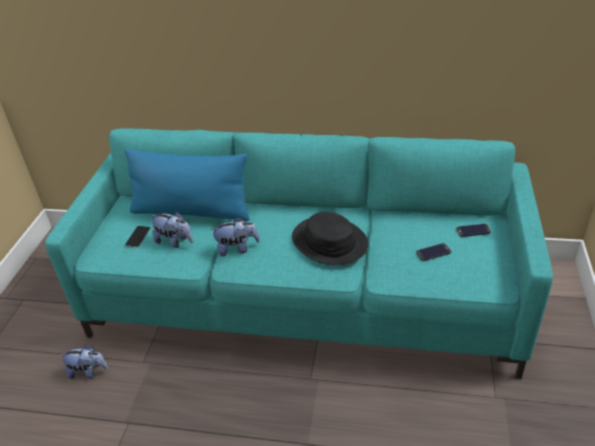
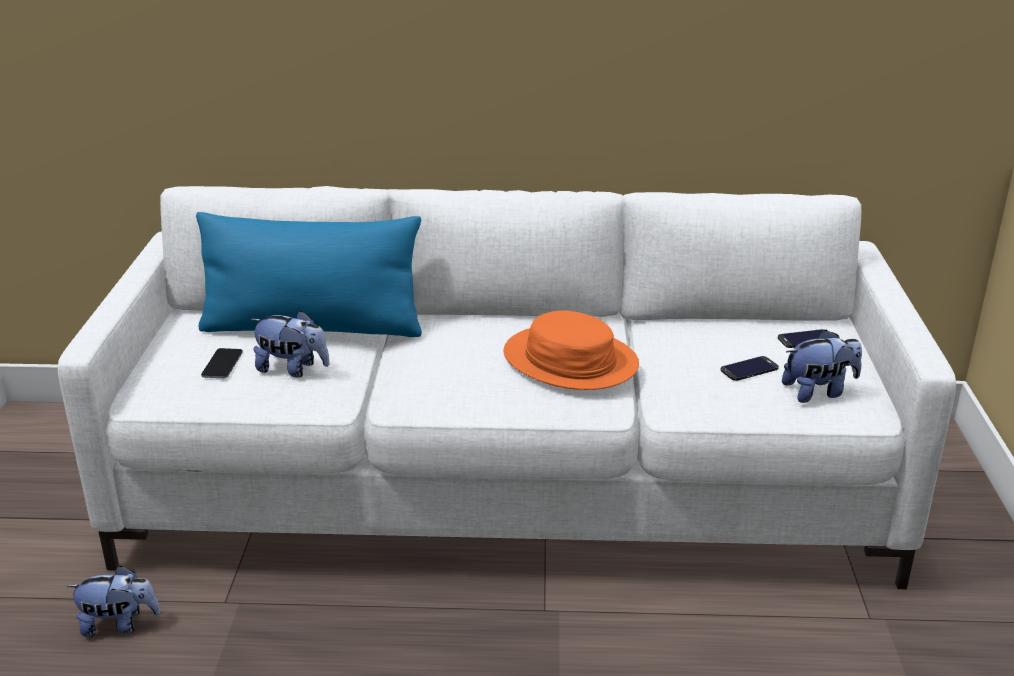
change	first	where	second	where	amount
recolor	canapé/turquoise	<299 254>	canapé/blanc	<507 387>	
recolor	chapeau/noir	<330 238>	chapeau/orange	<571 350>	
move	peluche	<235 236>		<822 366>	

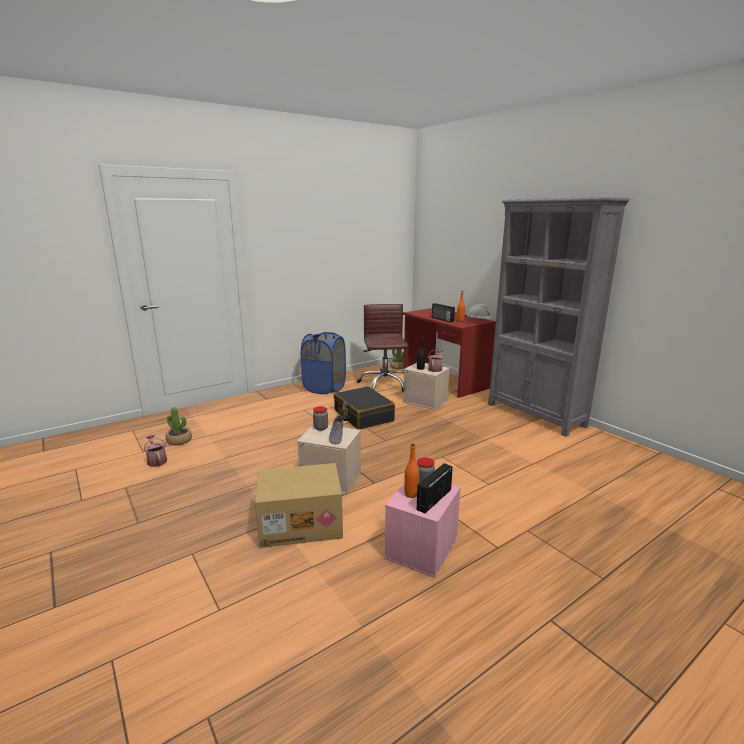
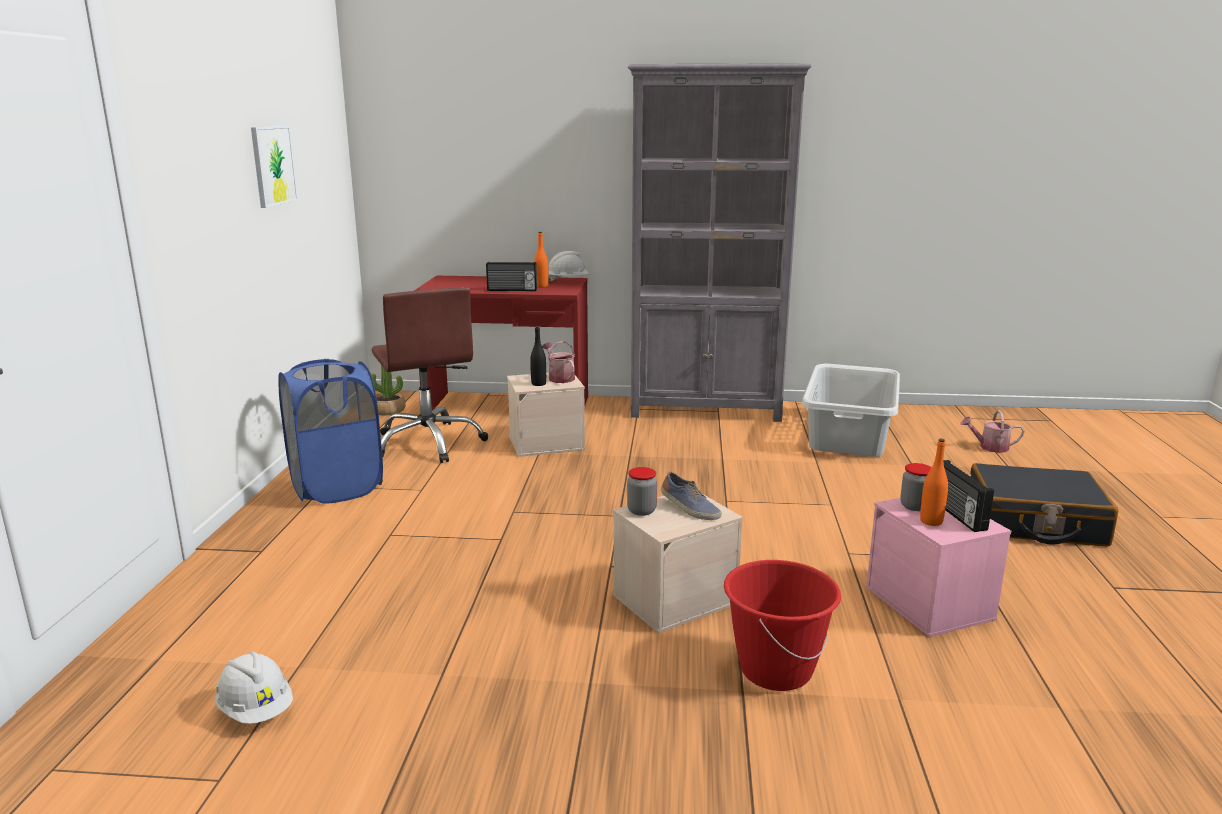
change	first	where	second	where	amount
replace	plante en pot	<179 426>	casque de chantier/blanc	<254 688>	
insert			tableau	<274 166>	
rotate	chaise de bureau/marron	<383 348>		<430 375>	150 degrees counterclockwise
replace	carton	<299 505>	seau/rouge	<782 625>	
insert			panier à linge/gris	<851 410>	
move	arrosoir	<155 451>		<992 431>	
move	valise/noir	<364 408>		<1044 505>	

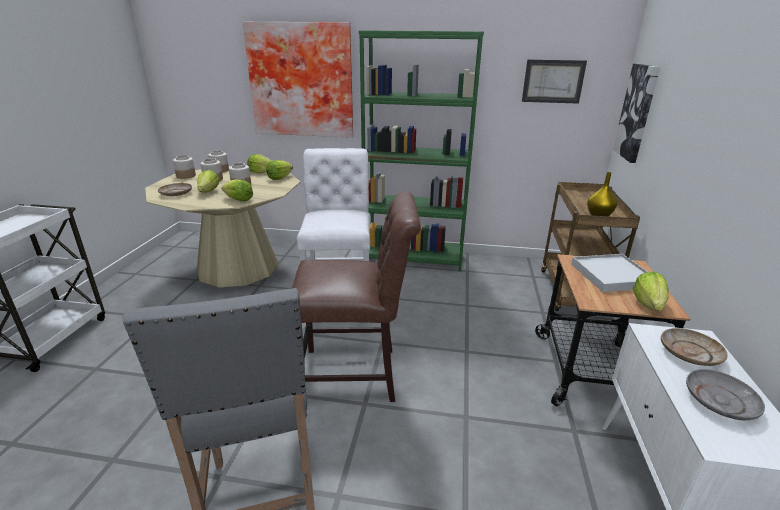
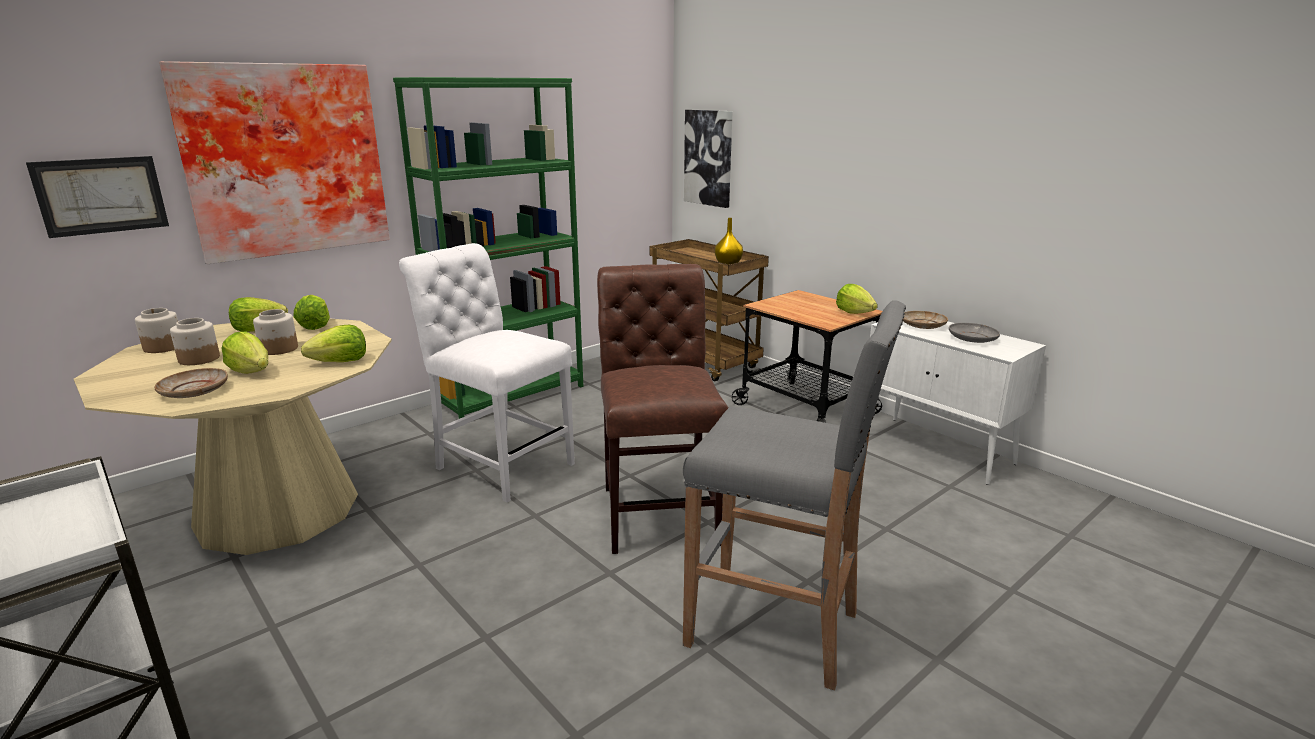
change	first	where	second	where	amount
move	tableau	<554 82>		<97 197>	
rotate	chaise/marron	<356 297>		<662 409>	45 degrees counterclockwise
delete	bocal	<184 167>			
delete	plateau/blanc	<609 273>			

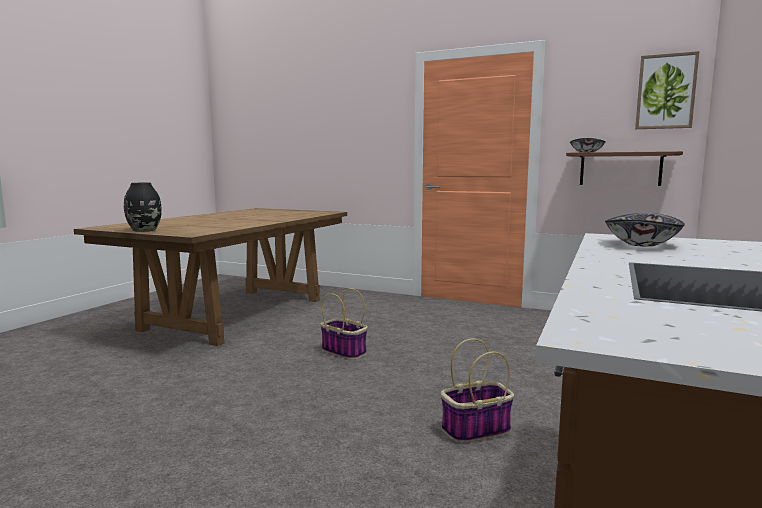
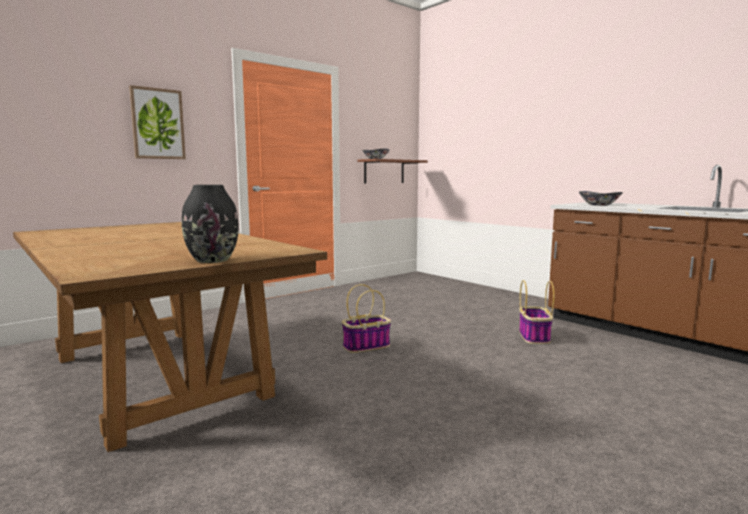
change	first	where	second	where	amount
move	tableau	<667 90>		<157 122>	

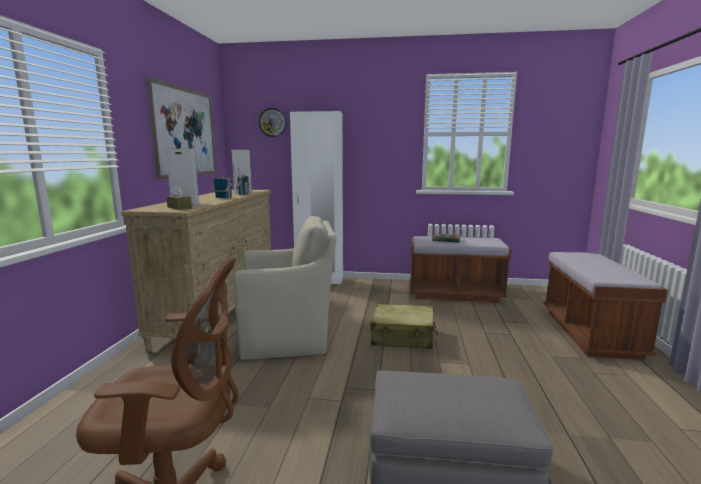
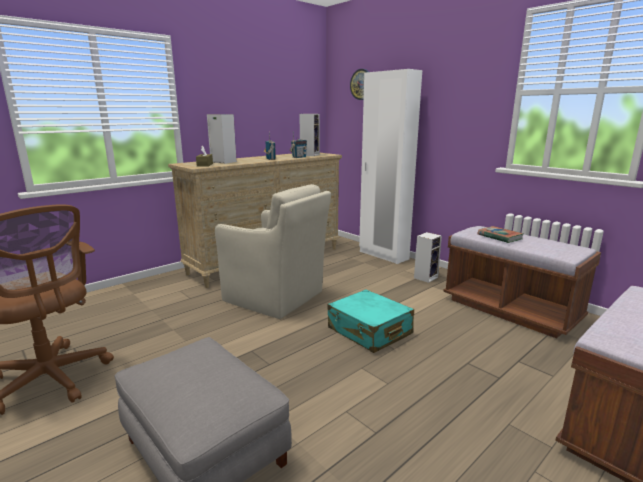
change	first	where	second	where	amount
recolor	valise/beige	<404 326>	valise/turquoise	<370 321>	
insert			enceinte	<428 257>	
delete	tableau	<181 128>			

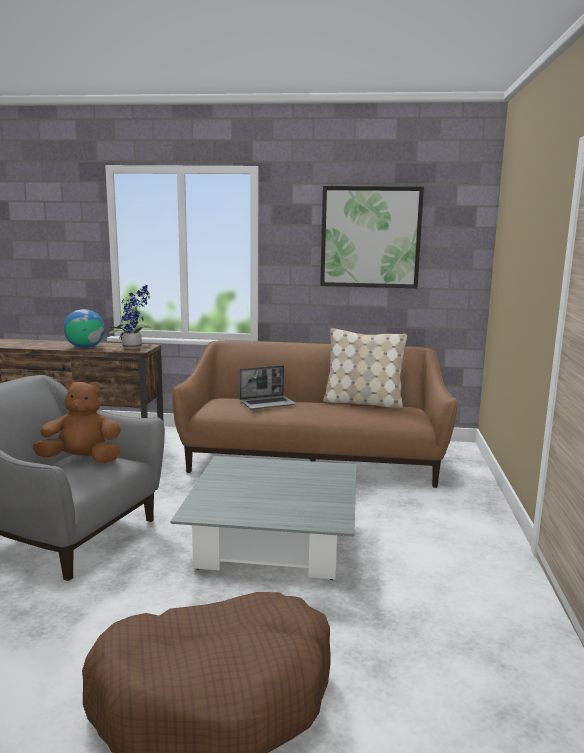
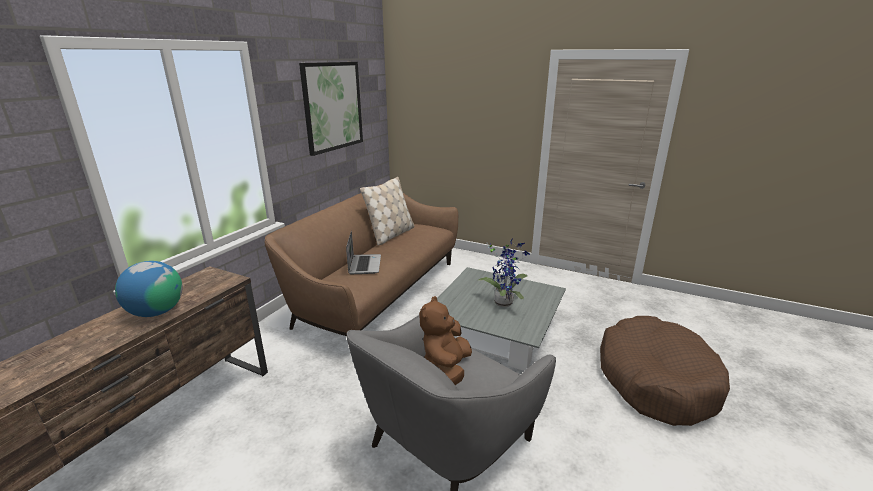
change	first	where	second	where	amount
move	plante en pot	<130 317>		<503 272>	

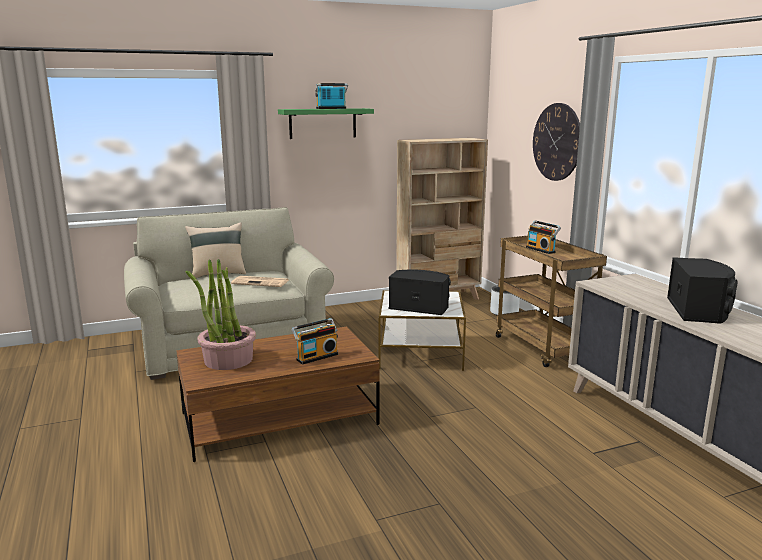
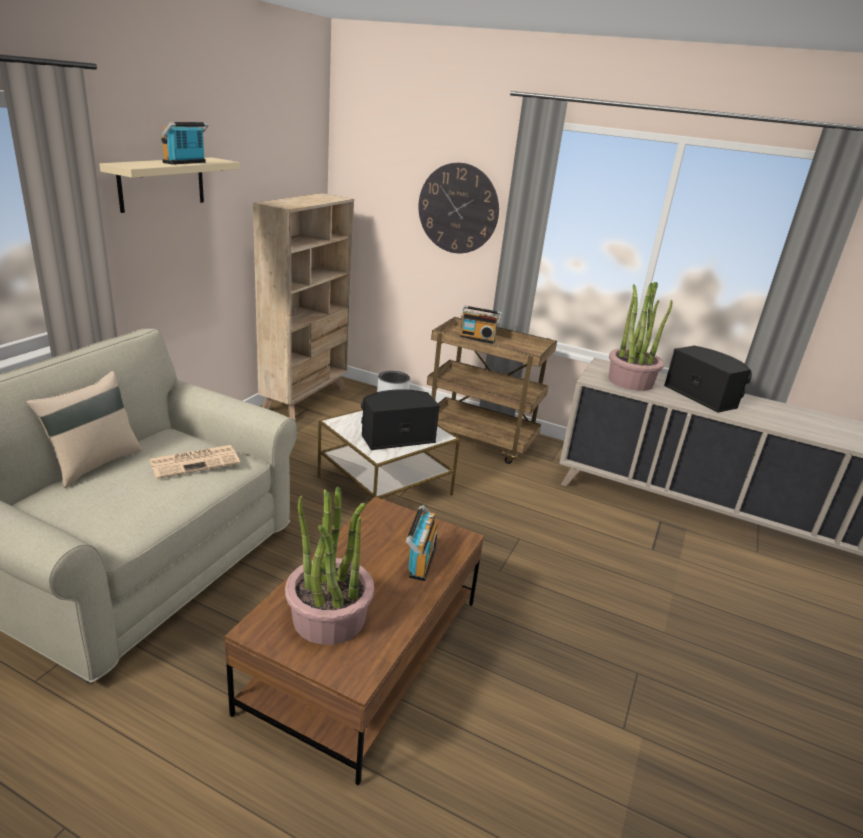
change	first	where	second	where	amount
recolor	étagère/vert	<326 123>	étagère/beige	<169 185>	
insert			plante en pot	<641 336>	

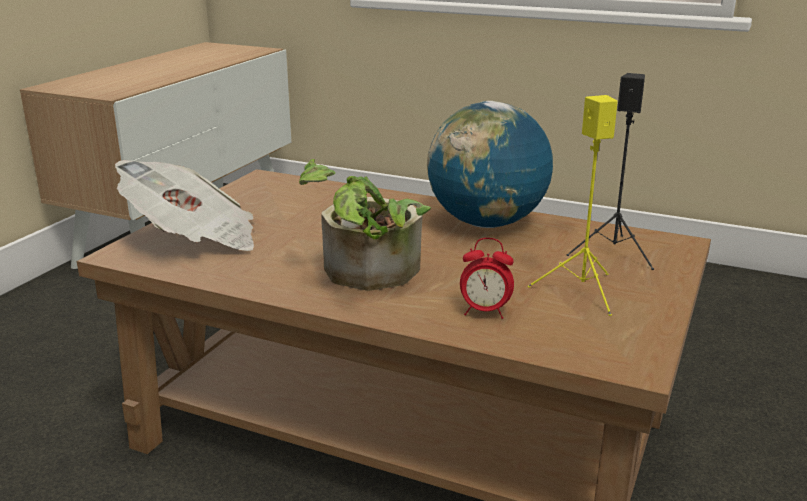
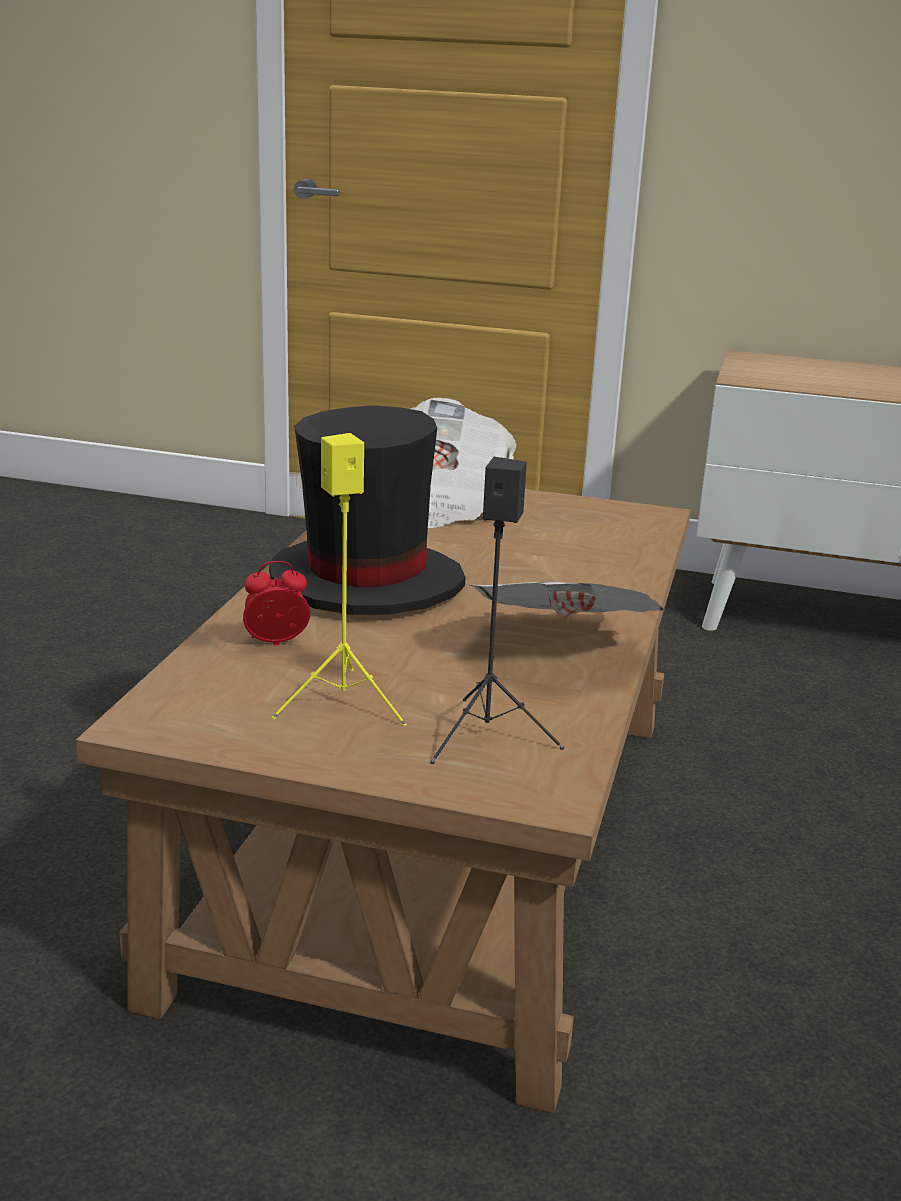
change	first	where	second	where	amount
rotate	réveil	<487 278>		<276 603>	75 degrees clockwise
replace	plante en pot	<365 225>	chapeau/noir	<367 510>	
replace	globe	<490 164>	journal	<567 600>	

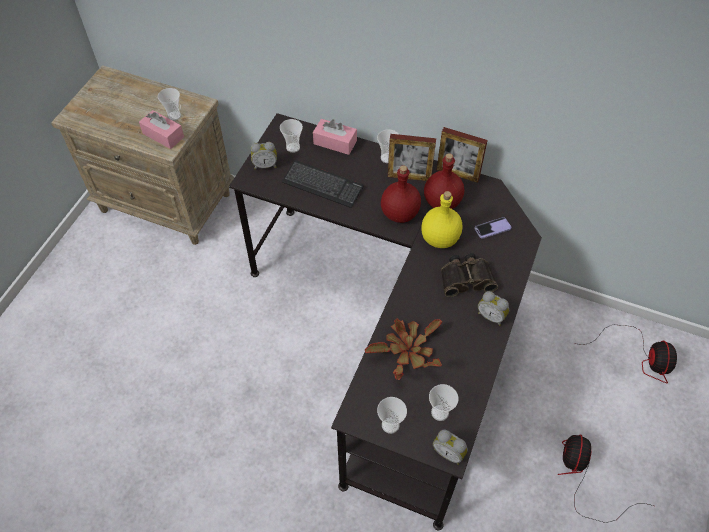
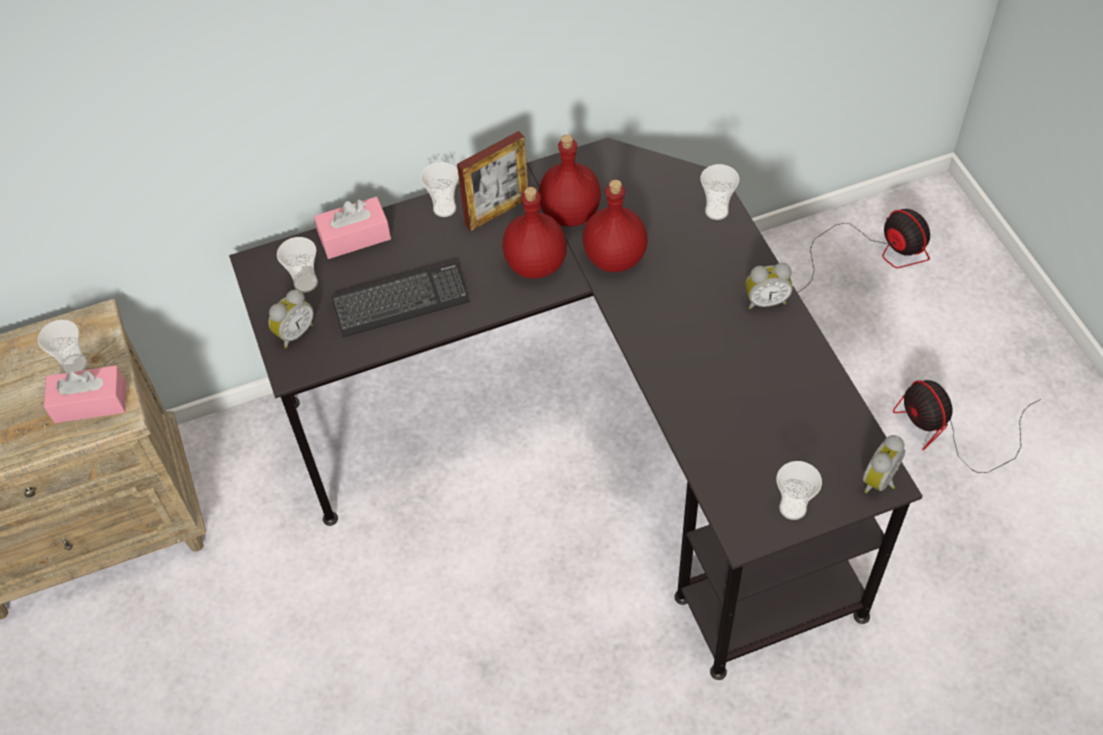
change	first	where	second	where	amount
recolor	bouteille/jaune	<441 219>	bouteille/rouge	<615 226>	
move	tasse	<443 402>		<719 192>	
rotate	réveil	<450 447>		<884 464>	135 degrees clockwise
delete	plante en pot	<403 349>			
delete	cadre photo	<462 155>			
delete	jumelles	<469 275>			
delete	téléphone	<493 228>			

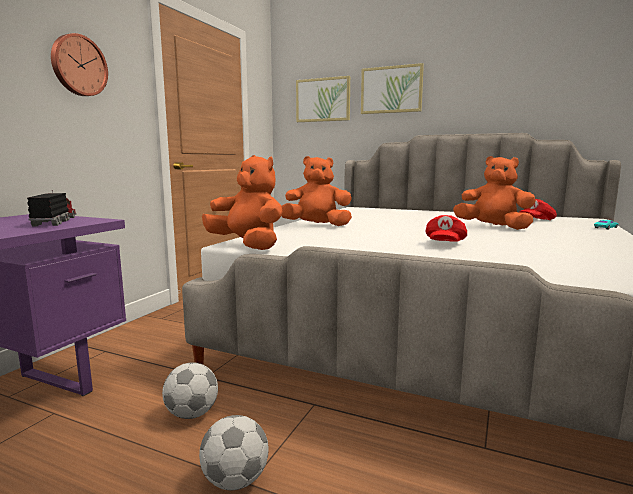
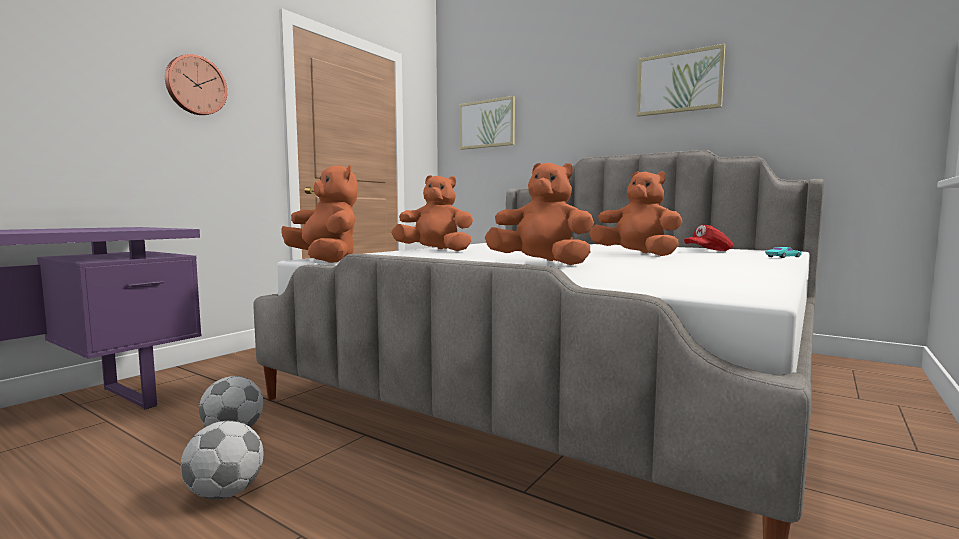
change	first	where	second	where	amount
replace	casquette/rouge	<446 228>	peluche/orange	<539 214>	
move	tableau	<392 88>		<681 80>	
delete	camion jouet	<52 208>			

